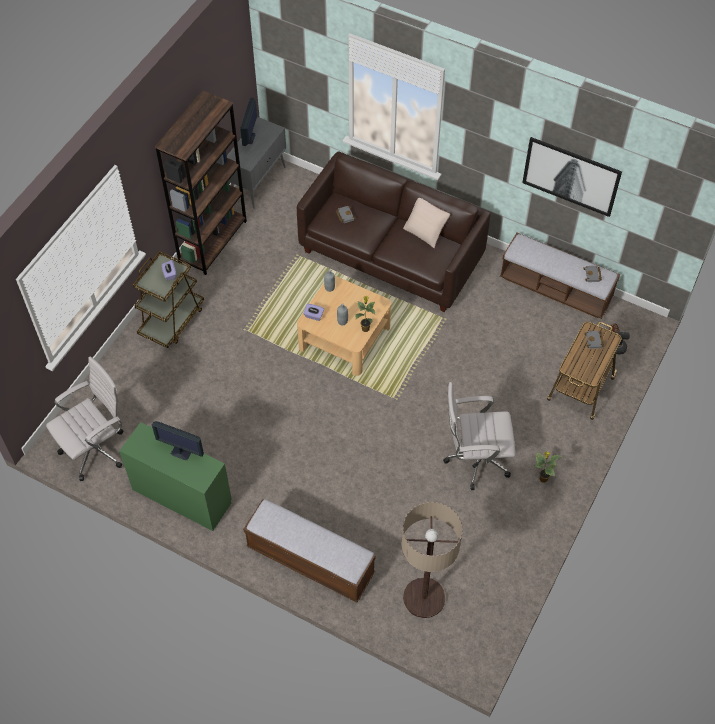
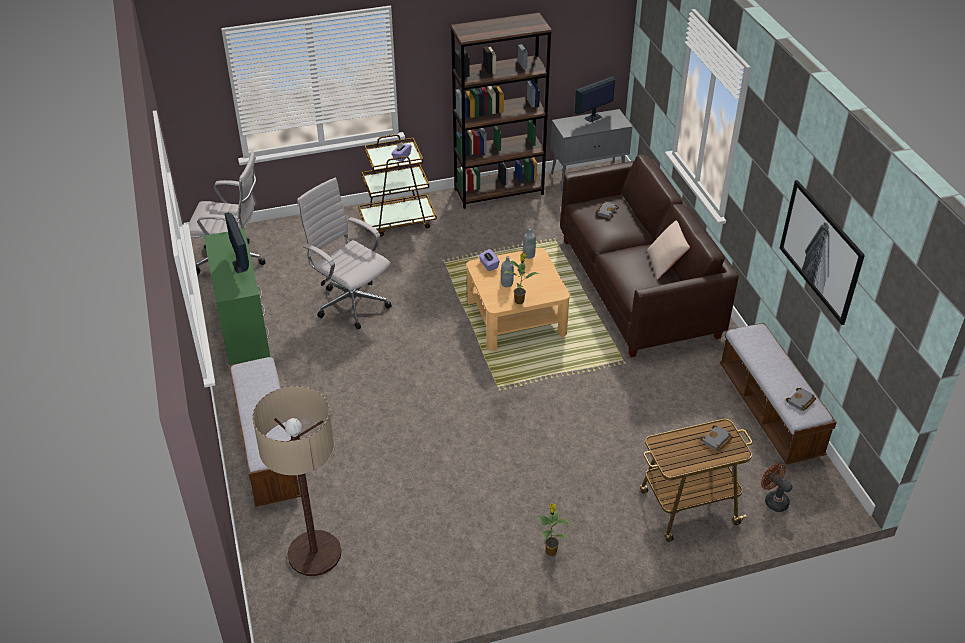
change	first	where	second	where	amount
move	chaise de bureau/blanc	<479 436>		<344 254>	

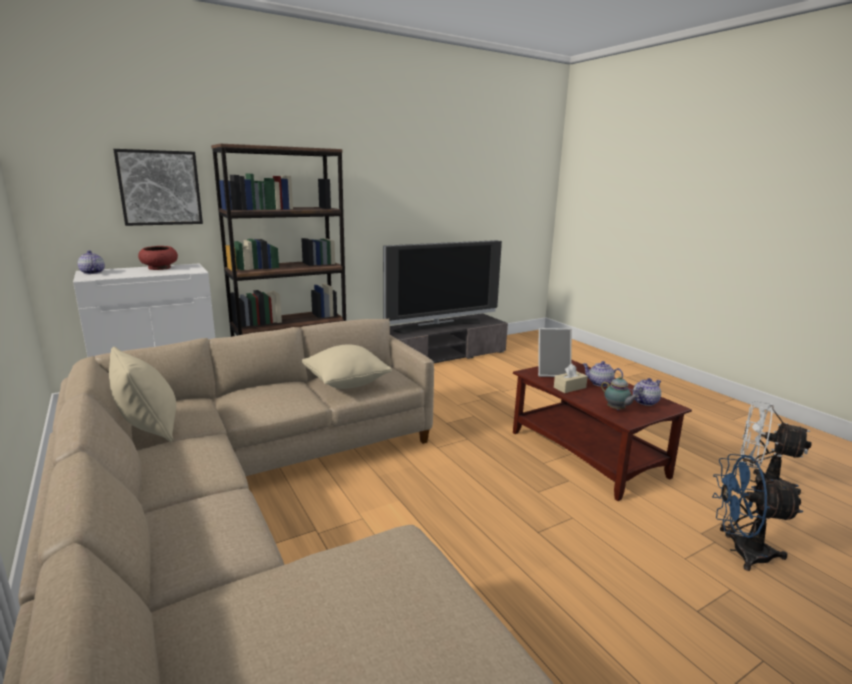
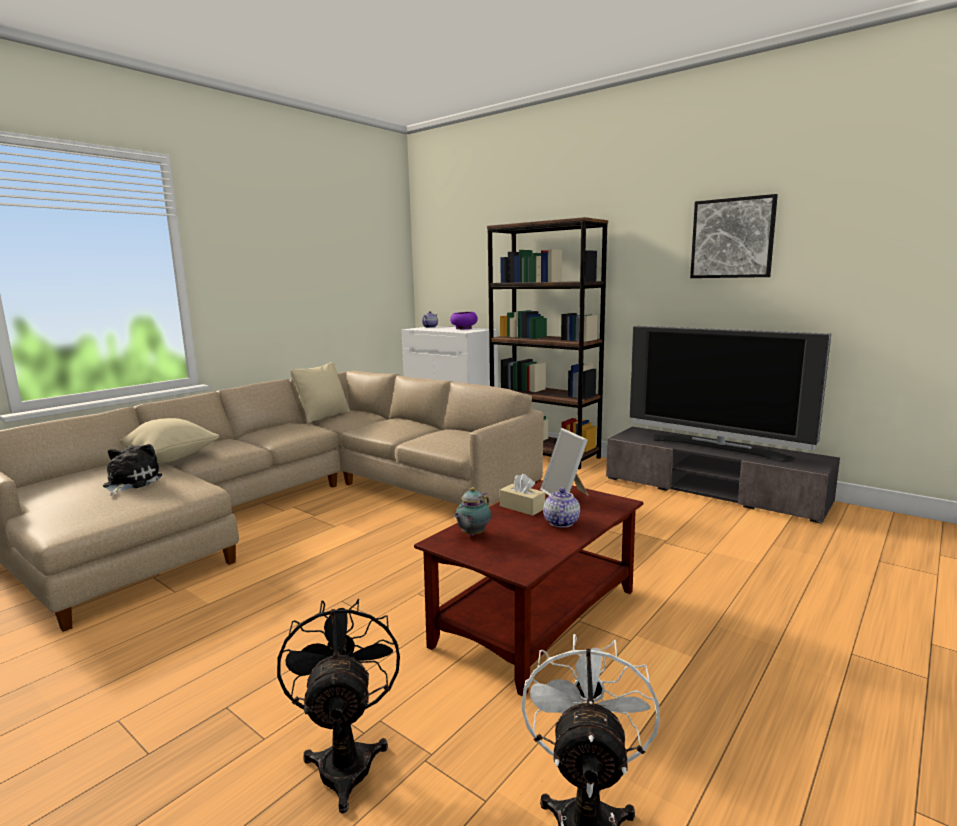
change	first	where	second	where	amount
insert			peluche	<132 470>	
move	coussin/beige	<347 366>		<169 440>	
recolor	ventilateur/bleu	<758 512>	ventilateur/noir	<338 705>	
recolor	bol/rouge	<158 258>	bol/violet	<464 320>	
move	tableau	<158 187>		<734 236>	
delete	théière	<647 392>			

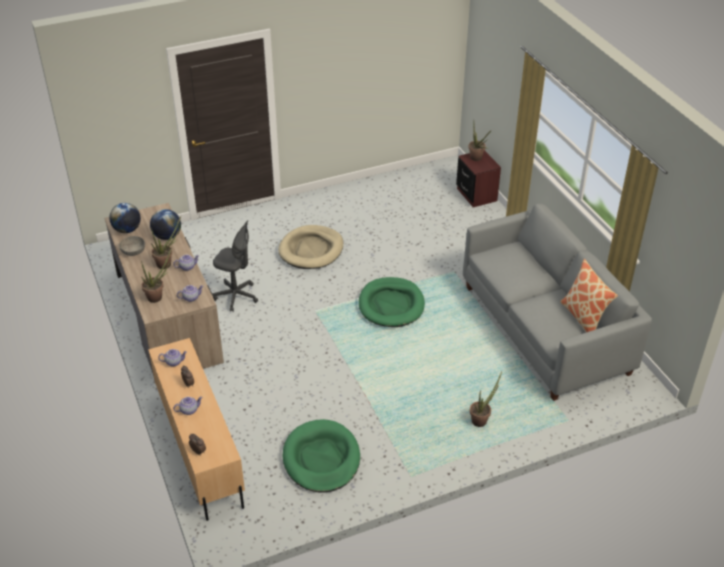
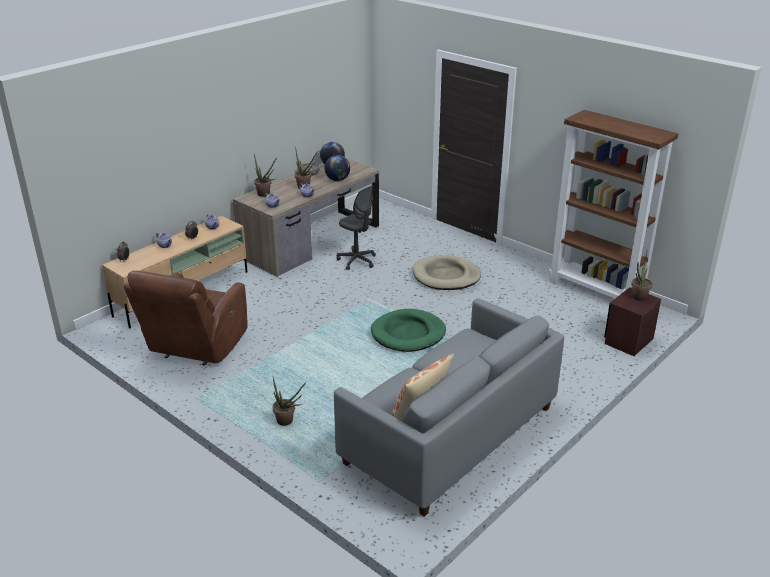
change	first	where	second	where	amount
replace	panier pour chien/vert	<321 456>	fauteuil/marron	<186 318>	
rotate	chaise de bureau/gris	<235 266>		<356 227>	45 degrees counterclockwise
insert			bibliothèque/marron	<613 204>	

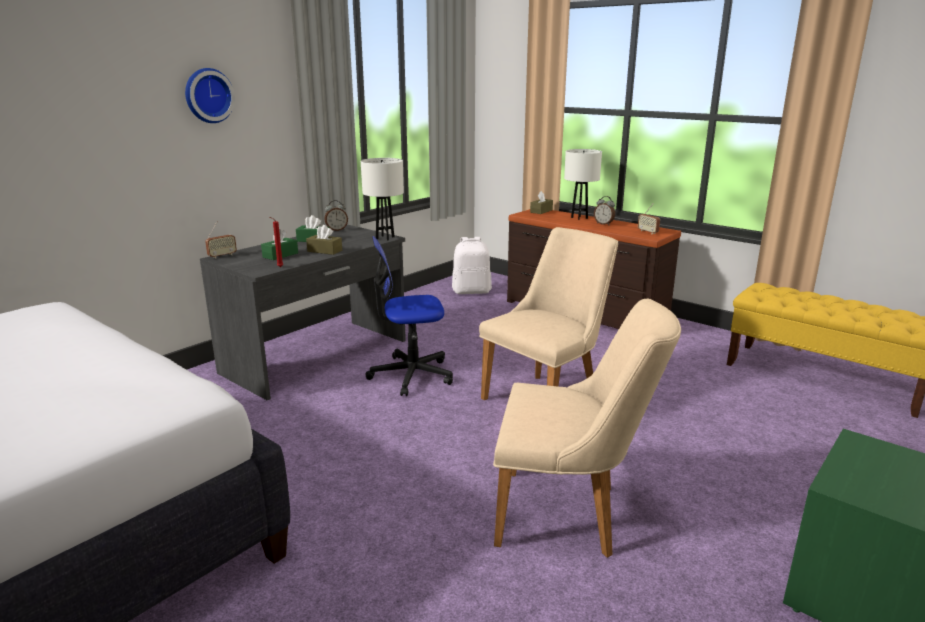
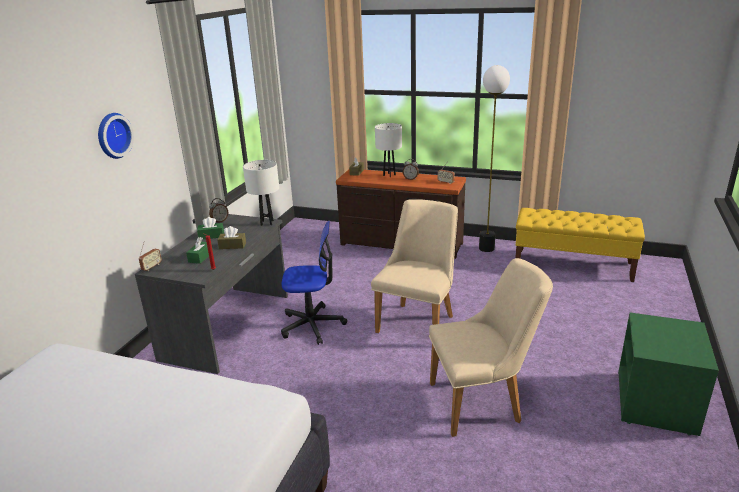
change	first	where	second	where	amount
rotate	chaise de bureau	<409 316>		<314 283>	150 degrees counterclockwise
insert			lampadaire	<494 158>	
delete	sac à dos/blanc	<472 265>			

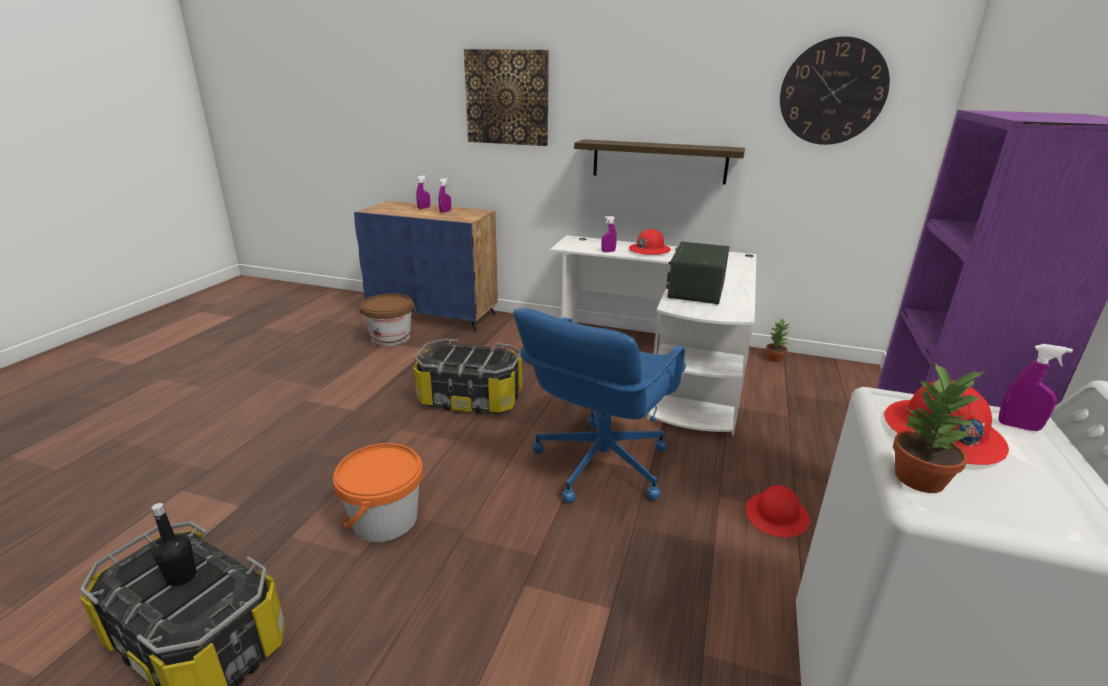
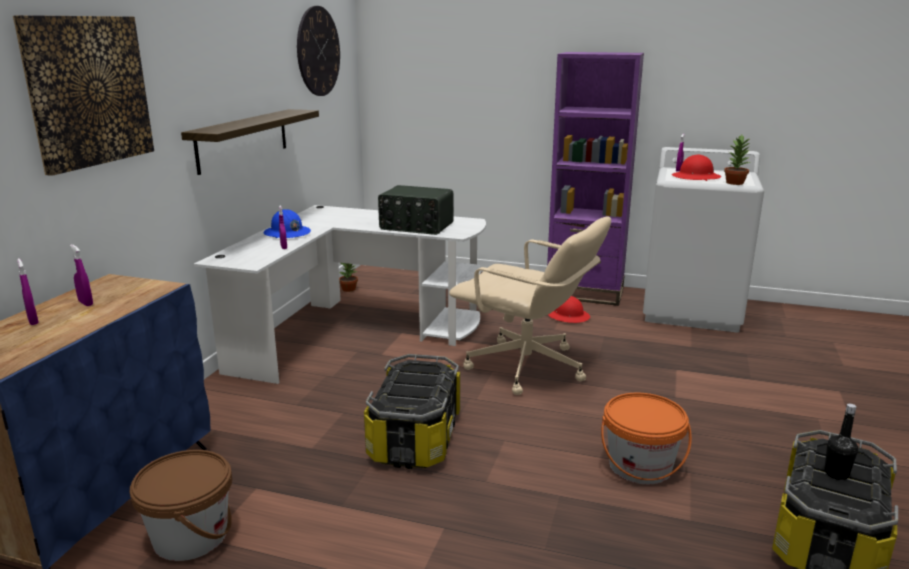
change	first	where	second	where	amount
recolor	casque de chantier/rouge	<650 242>	casque de chantier/bleu	<287 223>	
recolor	chaise de bureau/bleu	<599 405>	chaise de bureau/beige	<530 306>	

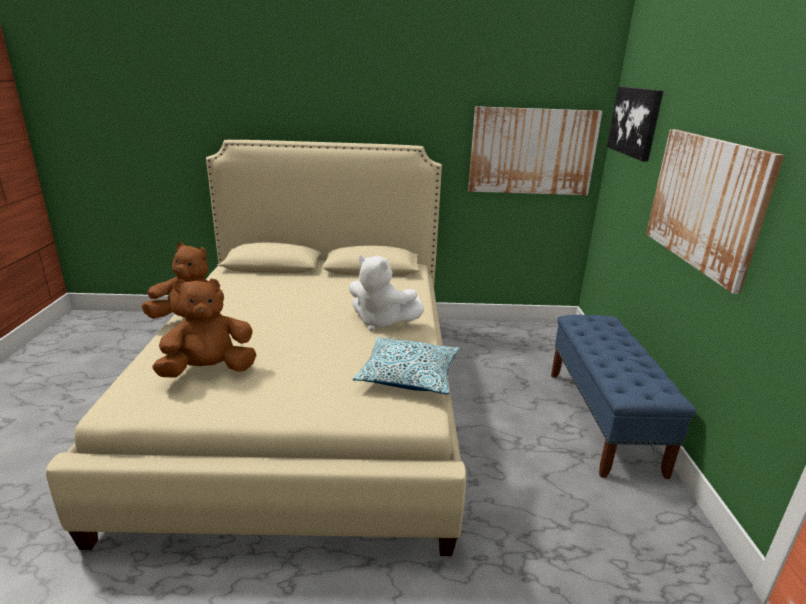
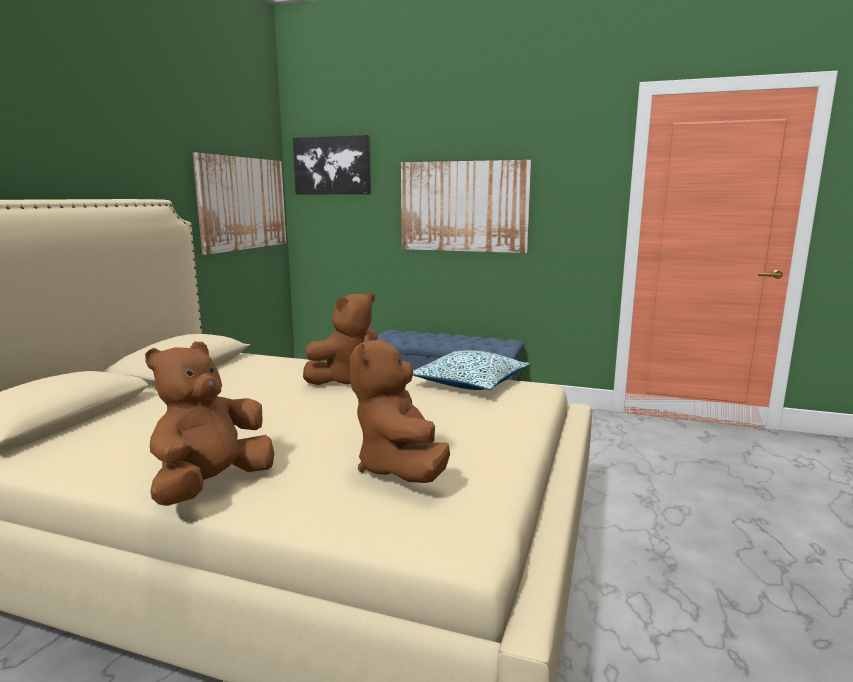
change	first	where	second	where	amount
recolor	peluche/blanc	<386 293>	peluche/marron	<340 338>	

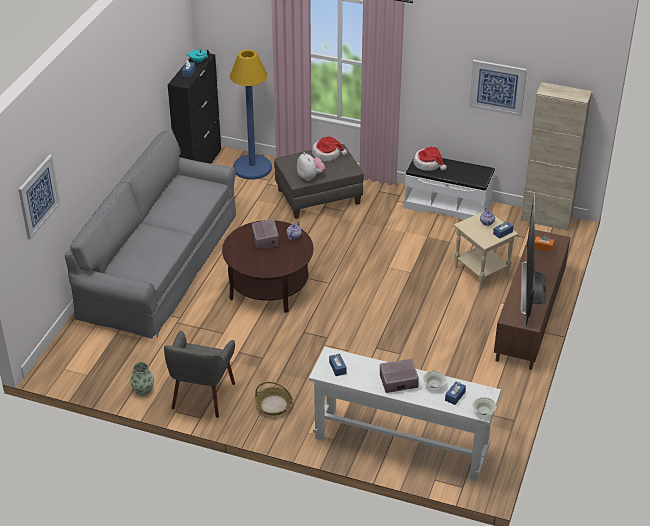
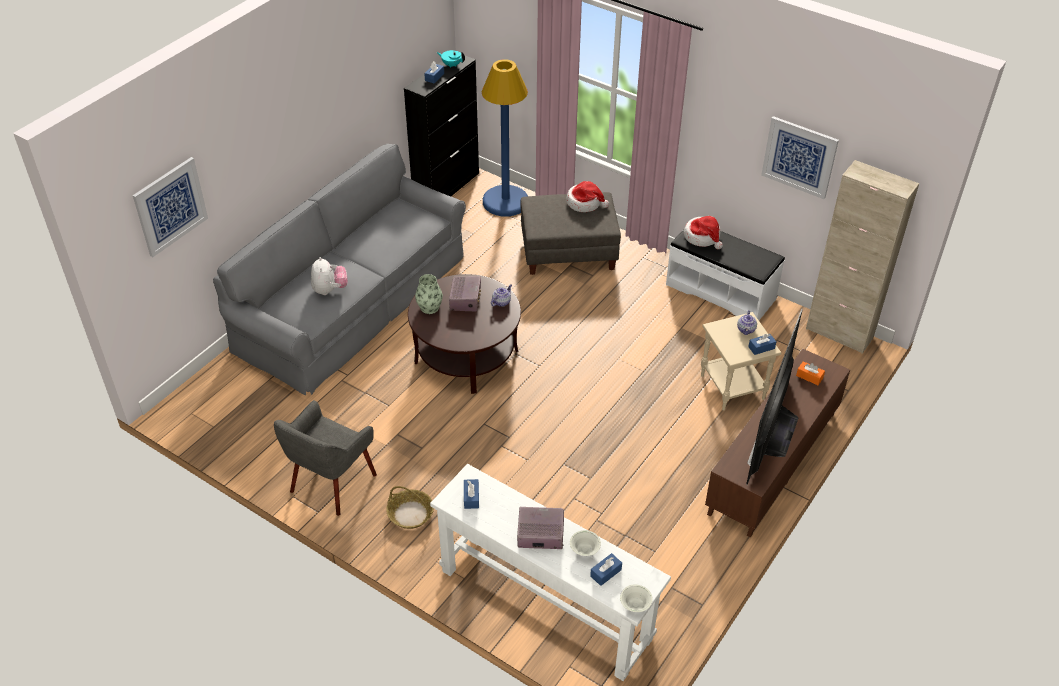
change	first	where	second	where	amount
move	peluche	<311 166>		<329 276>	
move	vase	<142 379>		<429 294>	

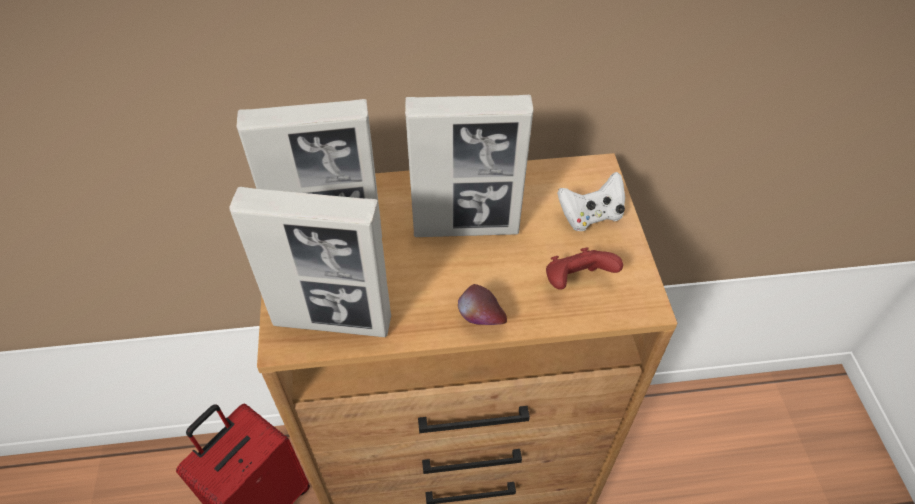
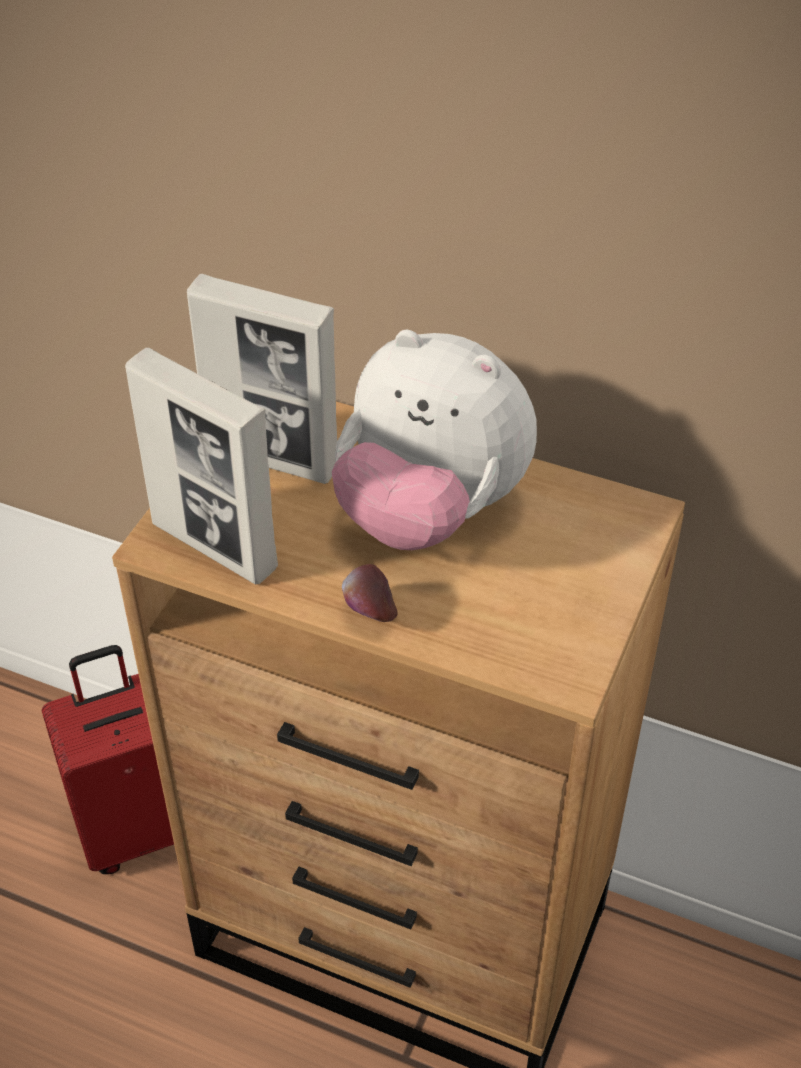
change	first	where	second	where	amount
replace	cadre photo	<469 166>	peluche	<434 440>	
delete	manette/rouge	<584 268>			
delete	manette/blanc	<591 201>			

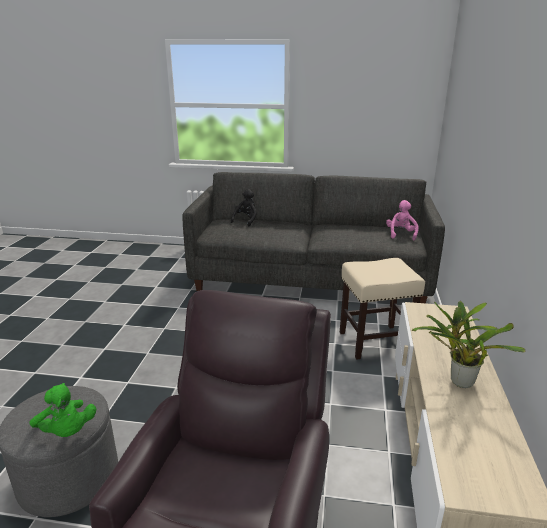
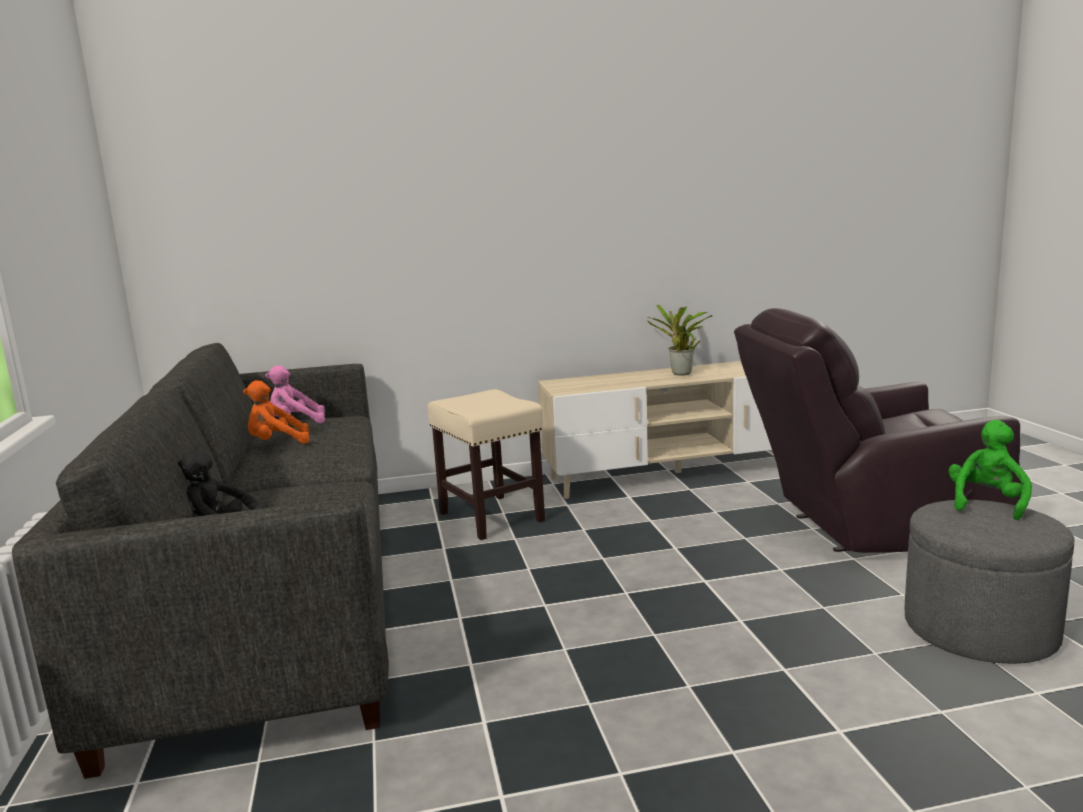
change	first	where	second	where	amount
insert			peluche/orange	<276 412>	

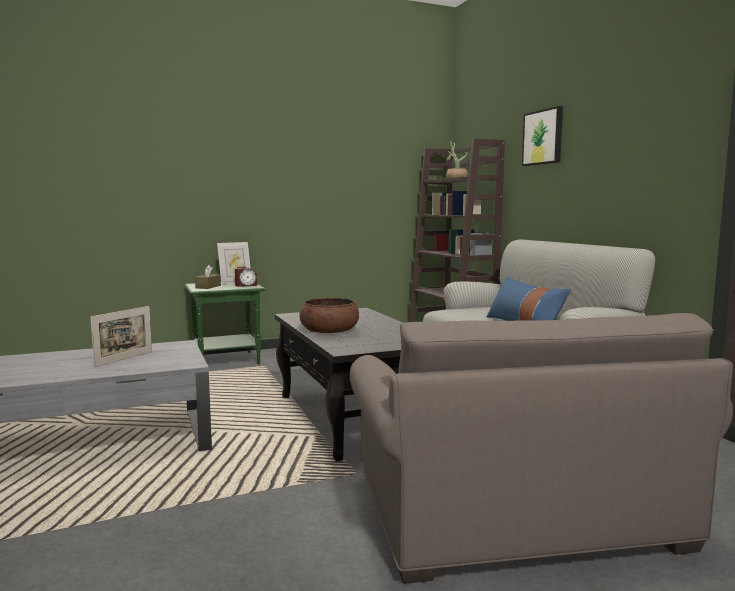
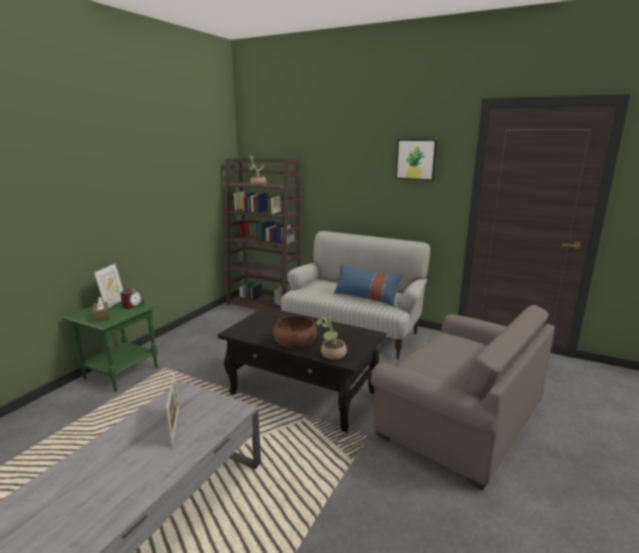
change	first	where	second	where	amount
insert			plante en pot	<331 338>	
move	tableau	<542 136>		<416 160>	

